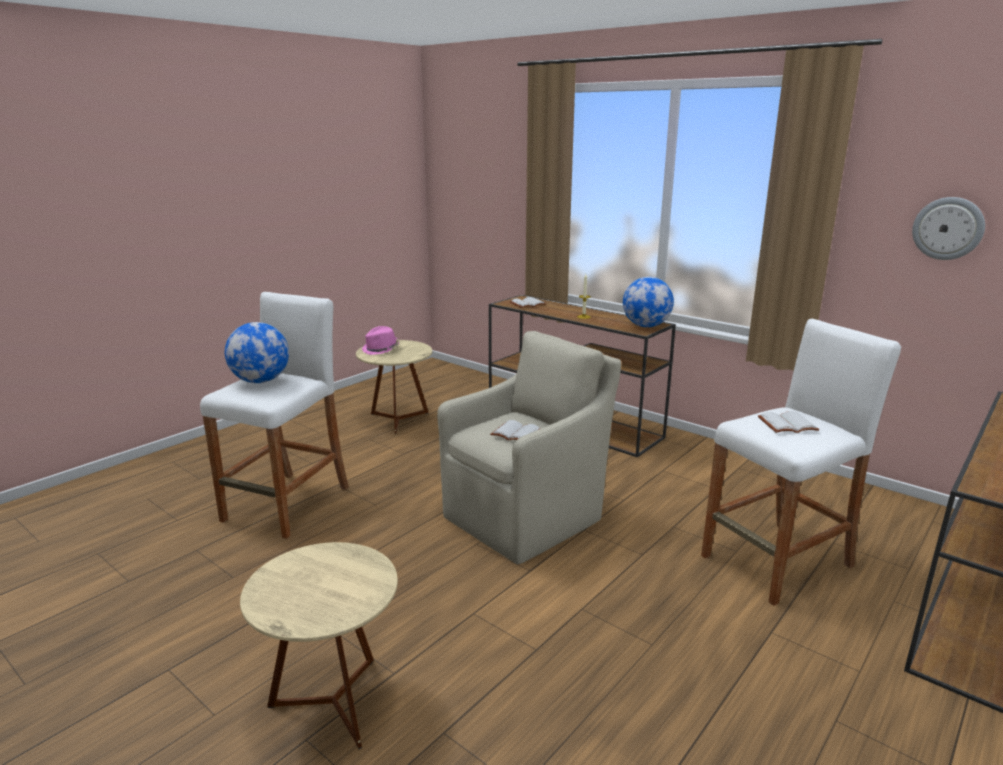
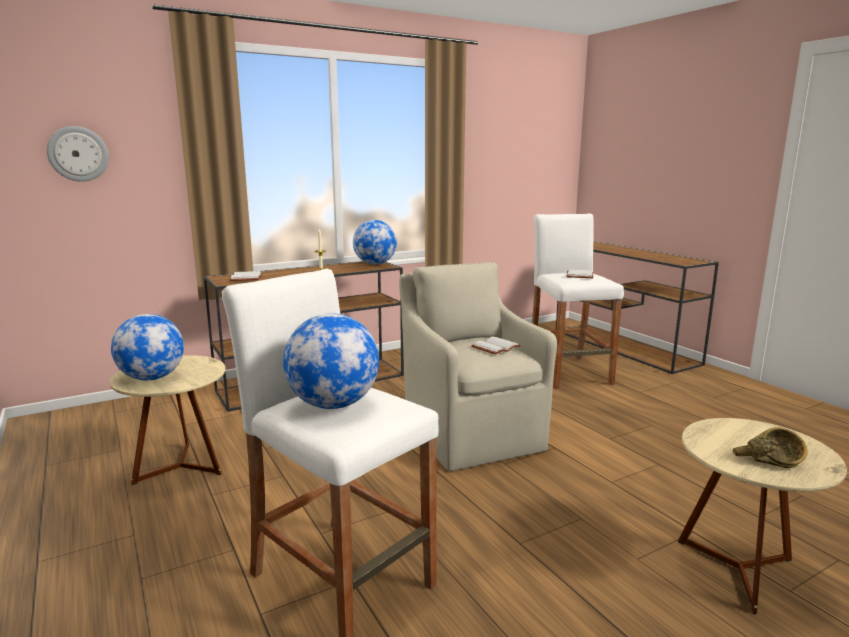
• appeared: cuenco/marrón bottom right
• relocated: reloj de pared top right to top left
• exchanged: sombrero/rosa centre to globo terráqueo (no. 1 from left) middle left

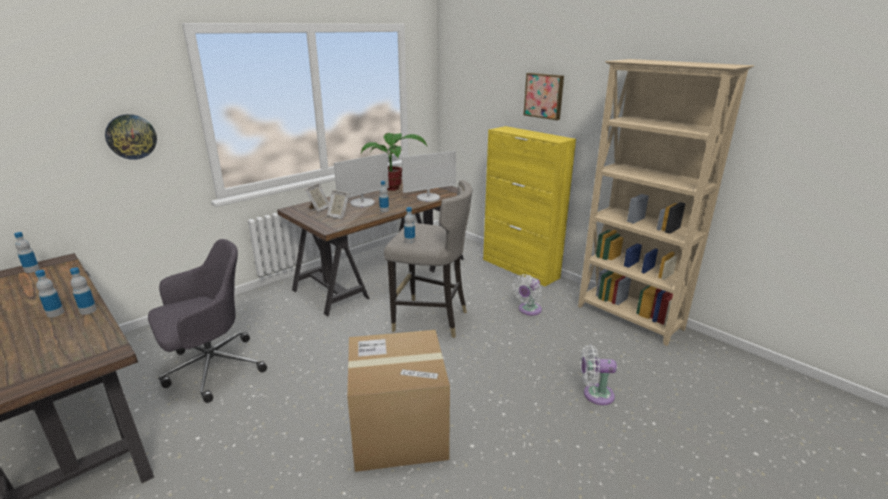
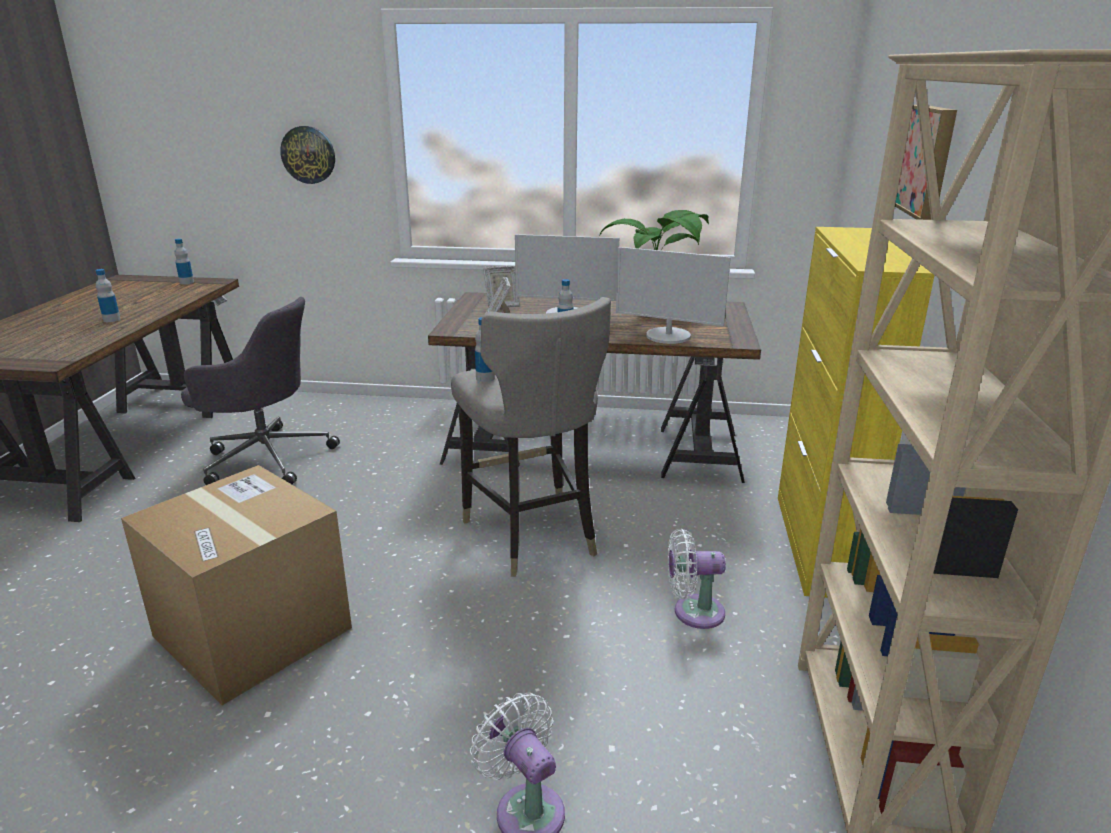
• missing: botella (no. 3 from left) middle left

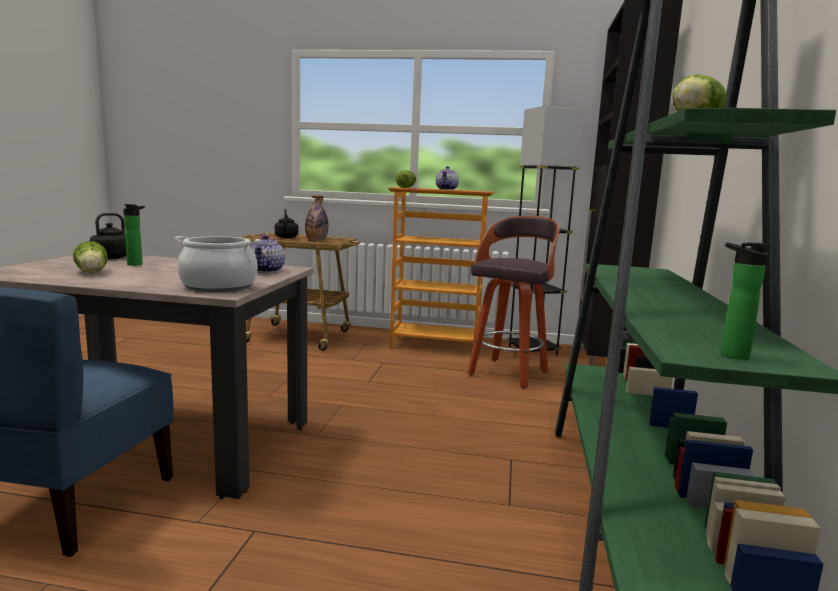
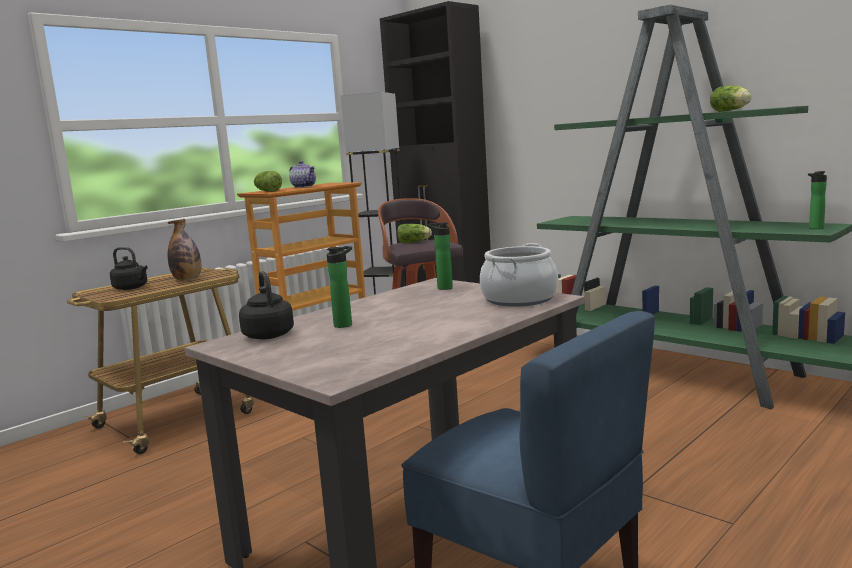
• relocated: lechuga (no. 1 from left in the first image) middle left to lechuga (no. 2 from left) centre
• exchanged: tetera (no. 1 from left) middle left to botella (no. 3 from left) centre

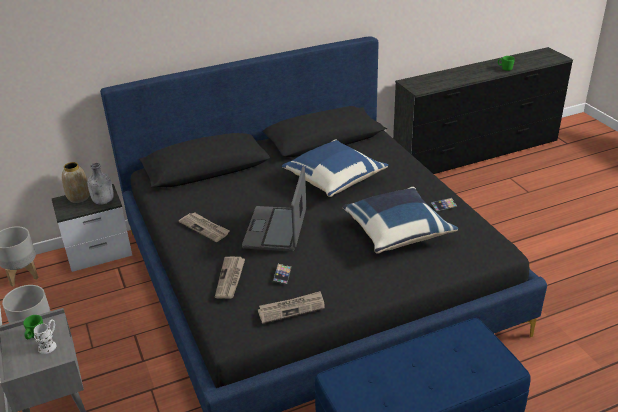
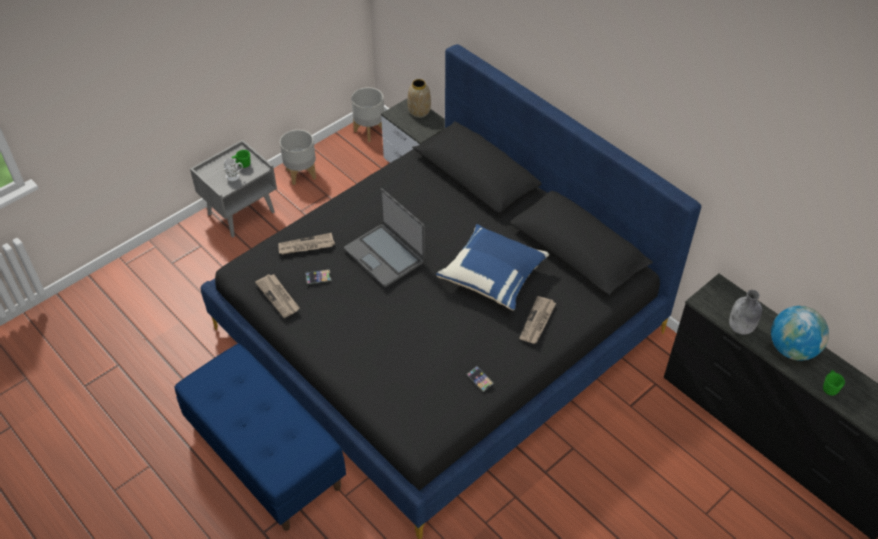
• missing: cojín/azul (no. 2 from left) centre
• appeared: globo terráqueo middle right
• relocated: botella/gris middle left to middle right
• relocated: periódico (no. 1 from left in the first image) middle left to periódico (no. 3 from left) centre
• spun: portátil centre = centre 120 degrees counterclockwise

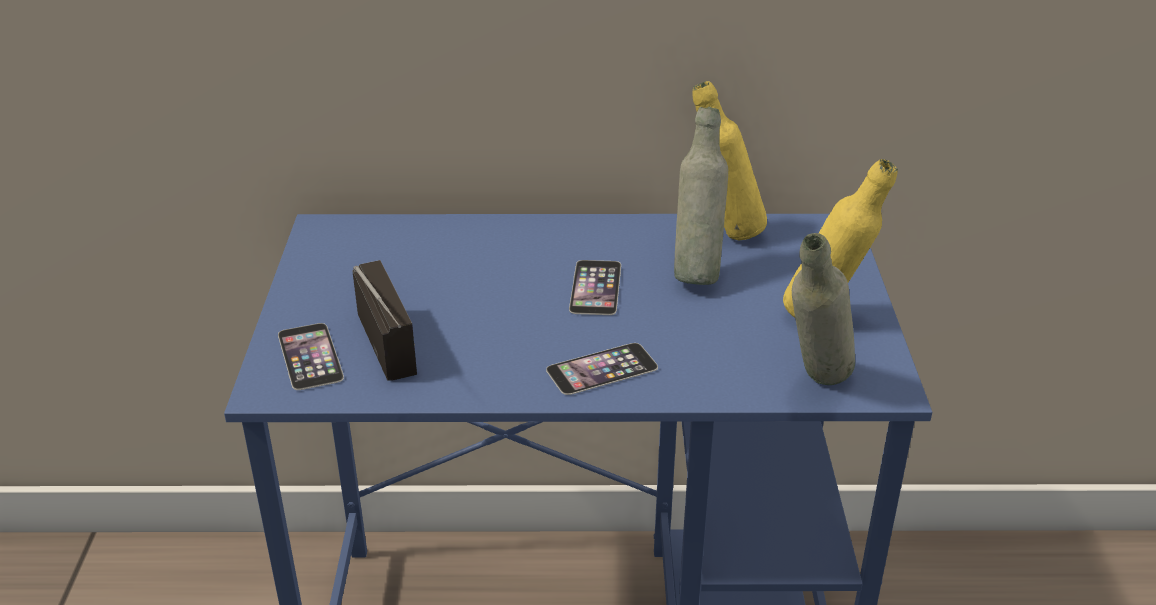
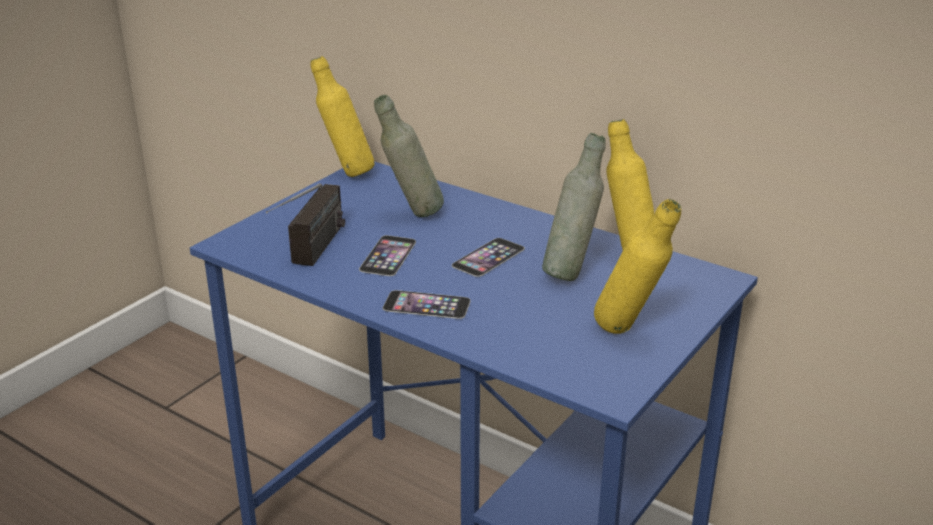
• appeared: botella/amarillo (no. 1 from left) top centre
• relocated: móvil (no. 1 from left) middle left to centre
• relocated: botella/gris (no. 2 from left in the first image) middle right to botella/gris (no. 1 from left) top centre

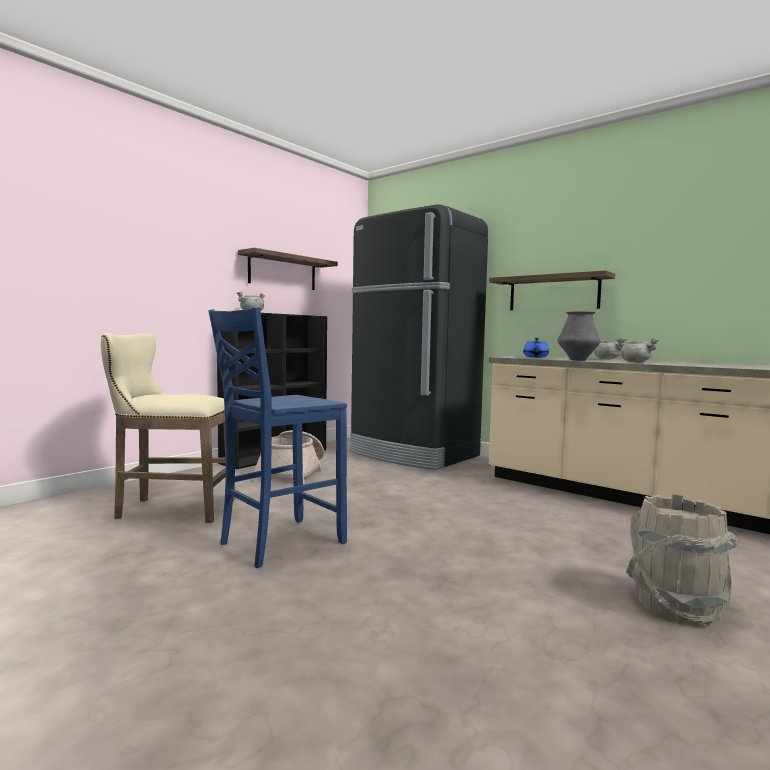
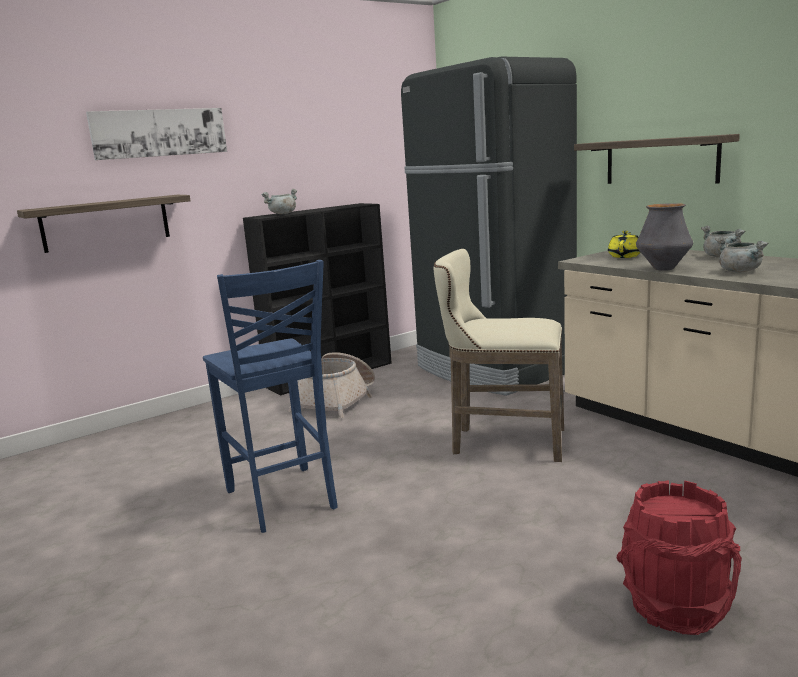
• appeared: cuadro top left
• relocated: taburete/beis middle left to centre
• relocated: estante (no. 1 from left) centre to top left
• colour: tetera/azul middle right to tetera/amarillo middle right
• colour: cubo/gris bottom right to cubo/rojo bottom right
• spun: silla/azul centre = centre 90 degrees counterclockwise

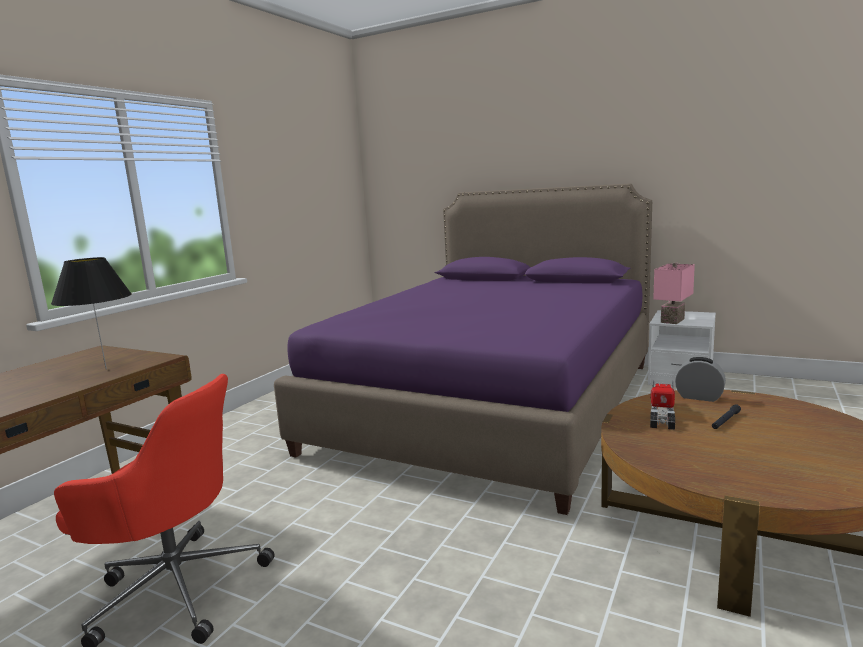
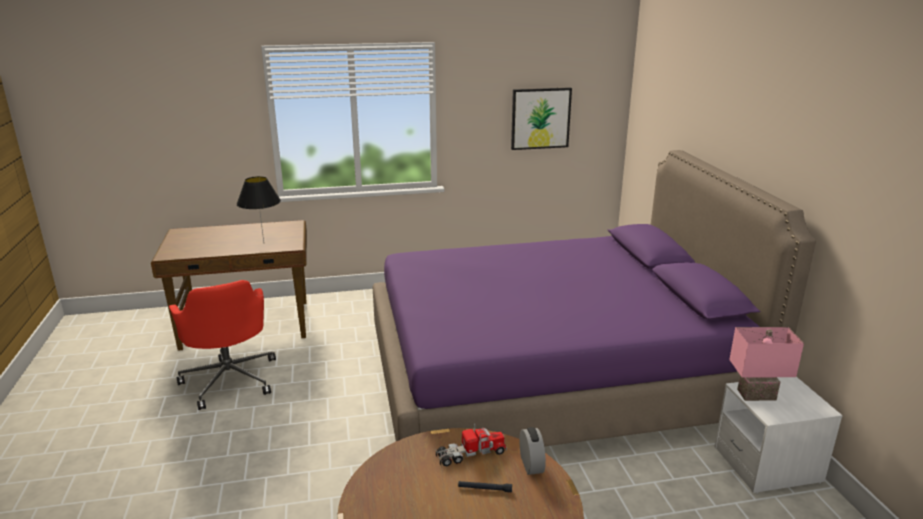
• appeared: cuadro top centre

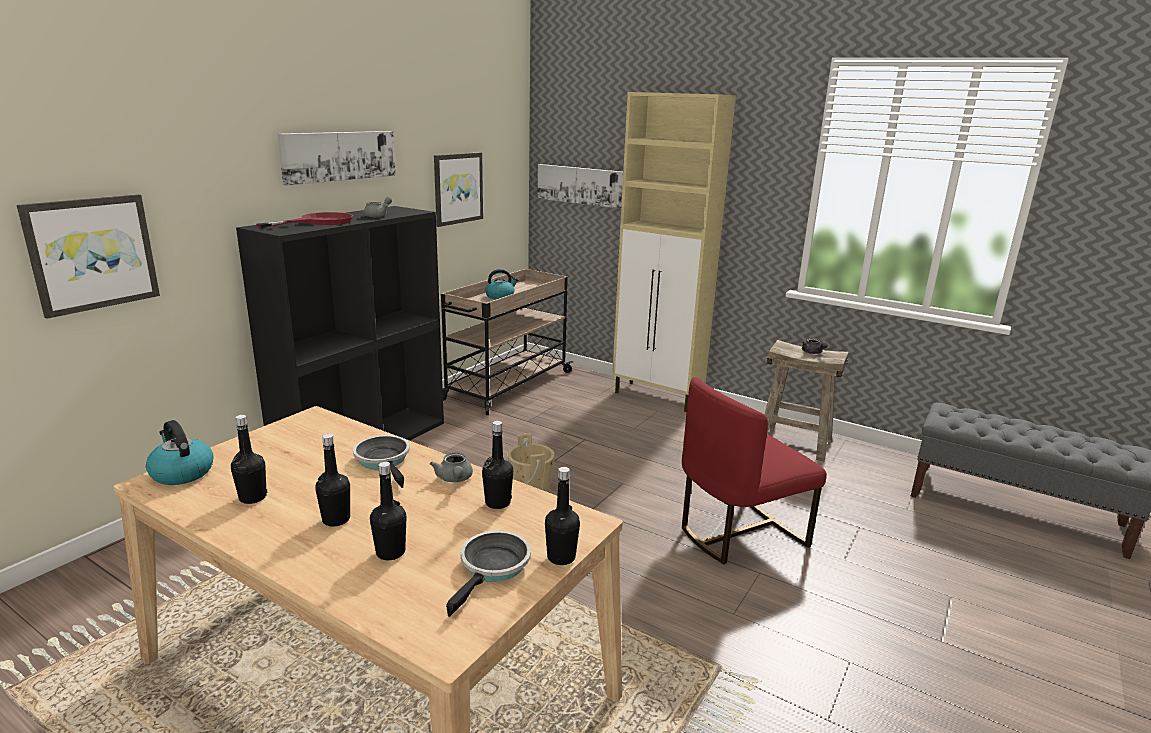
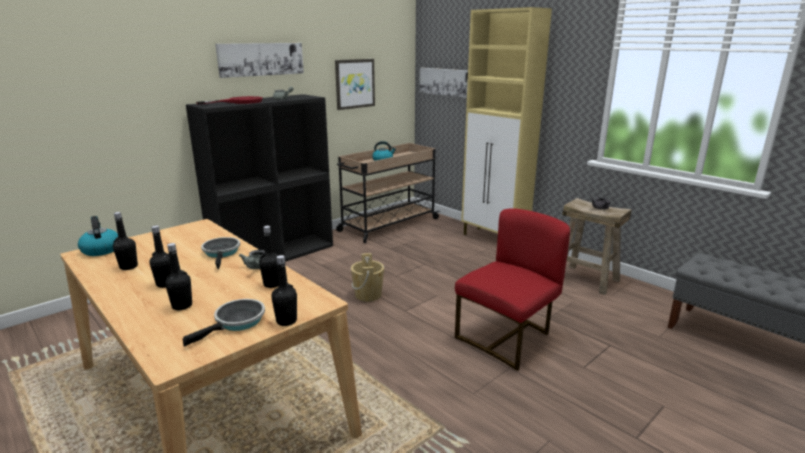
• missing: cuadro (no. 1 from left) middle left
• spun: silla/rojo centre = centre 150 degrees clockwise

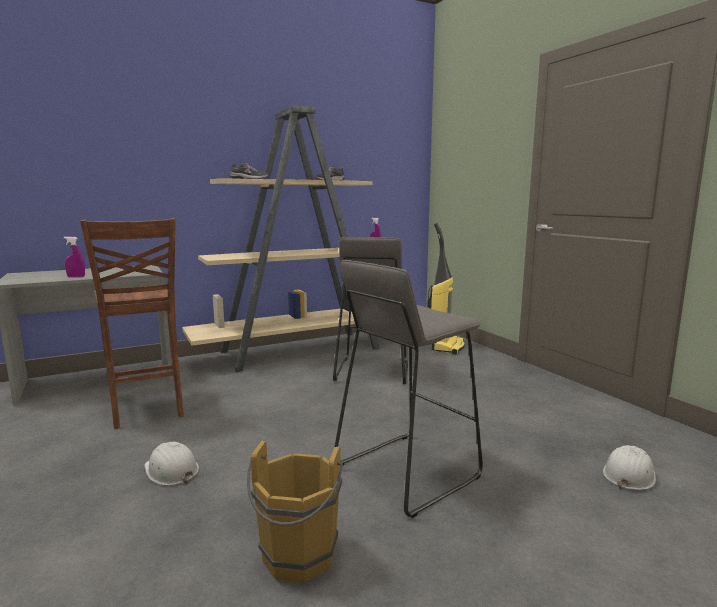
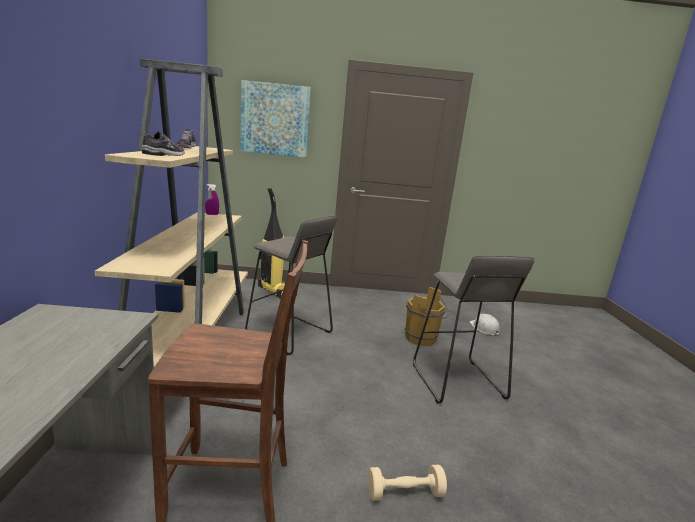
• missing: pulverizador/morado (no. 1 from left) middle left
• appeared: cuadro top centre
• relocated: cubo/marrón bottom centre to centre
• exchanged: casco/blanco (no. 1 from left) bottom left to mancuerna/beis bottom centre

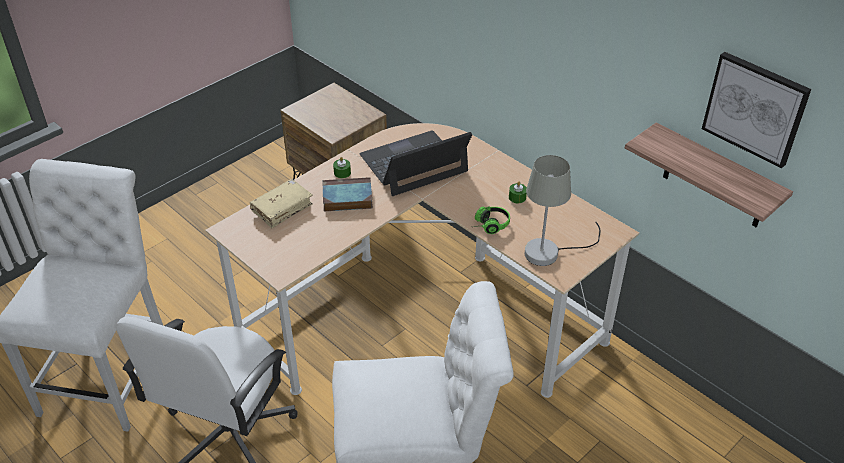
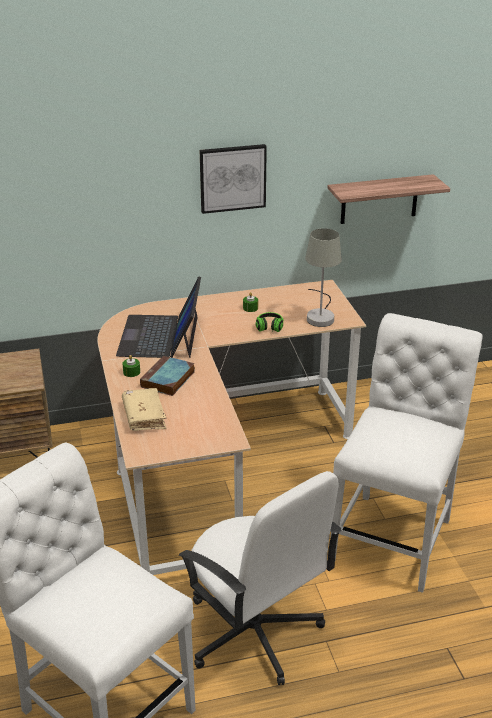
• relocated: cuadro top right to top centre

